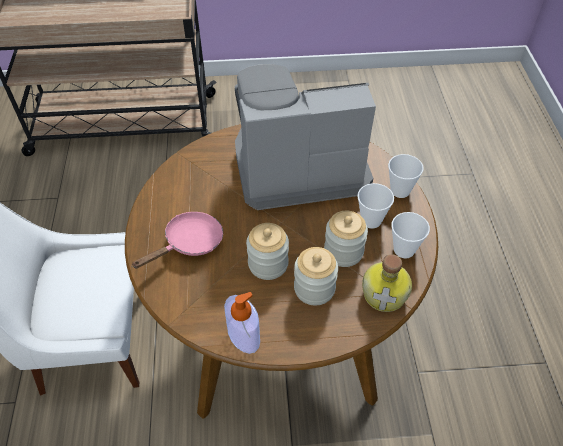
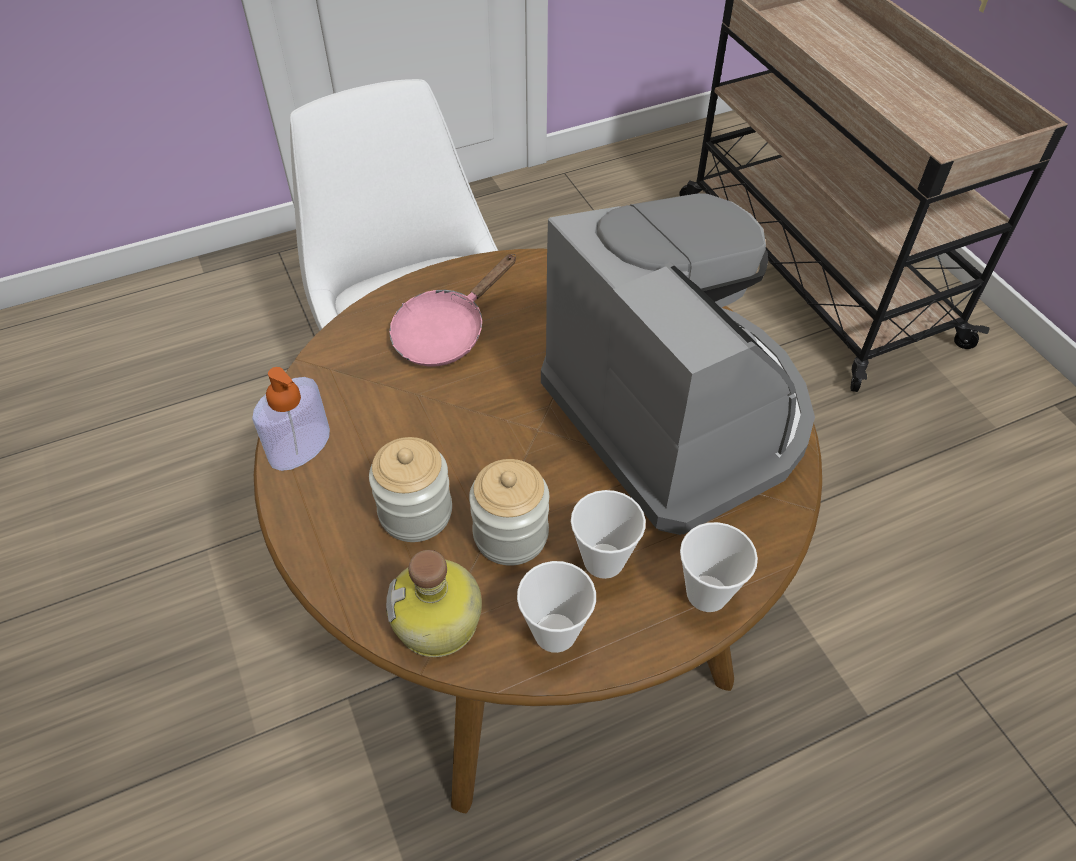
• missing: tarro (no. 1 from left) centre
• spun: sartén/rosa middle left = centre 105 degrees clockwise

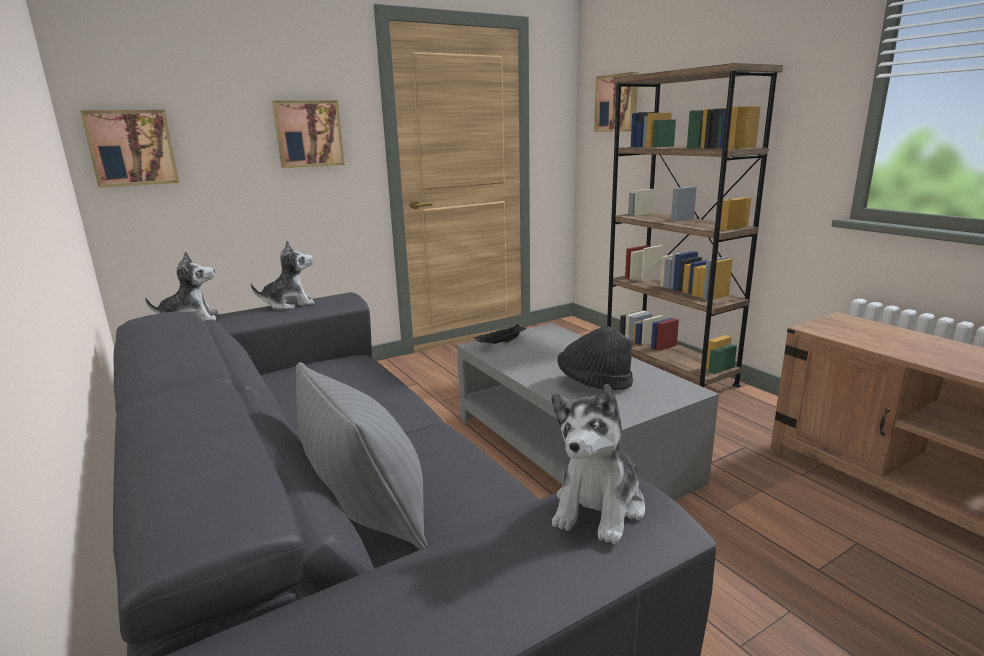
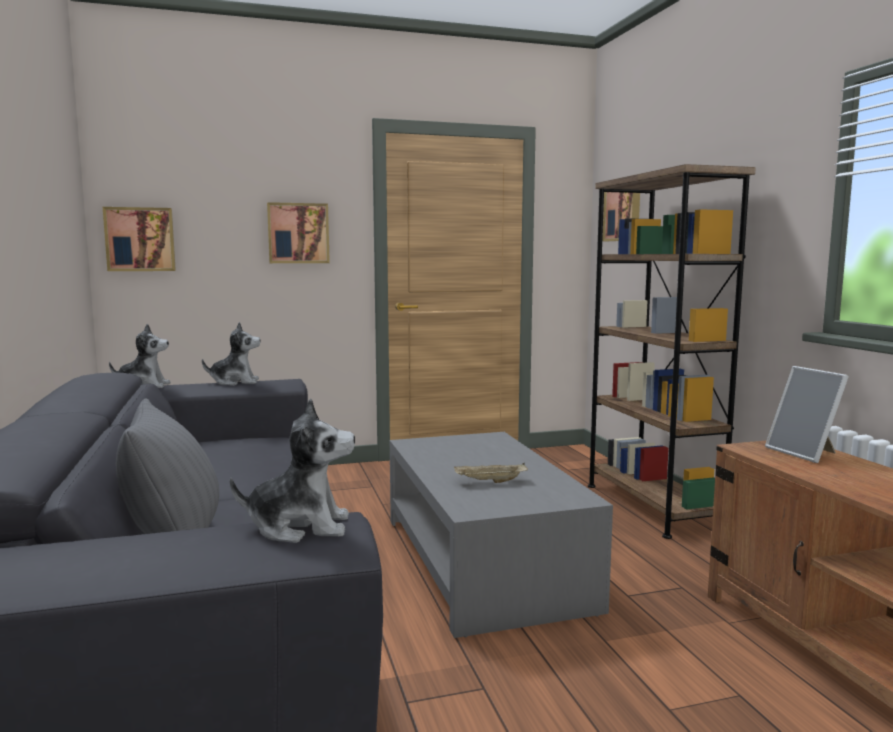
• missing: bandeja/negro centre
• appeared: portarretratos middle right
• exchanged: sombrero/negro centre to bandeja/beis centre
• spun: peluche (no. 3 from left) bottom centre = middle left 135 degrees counterclockwise

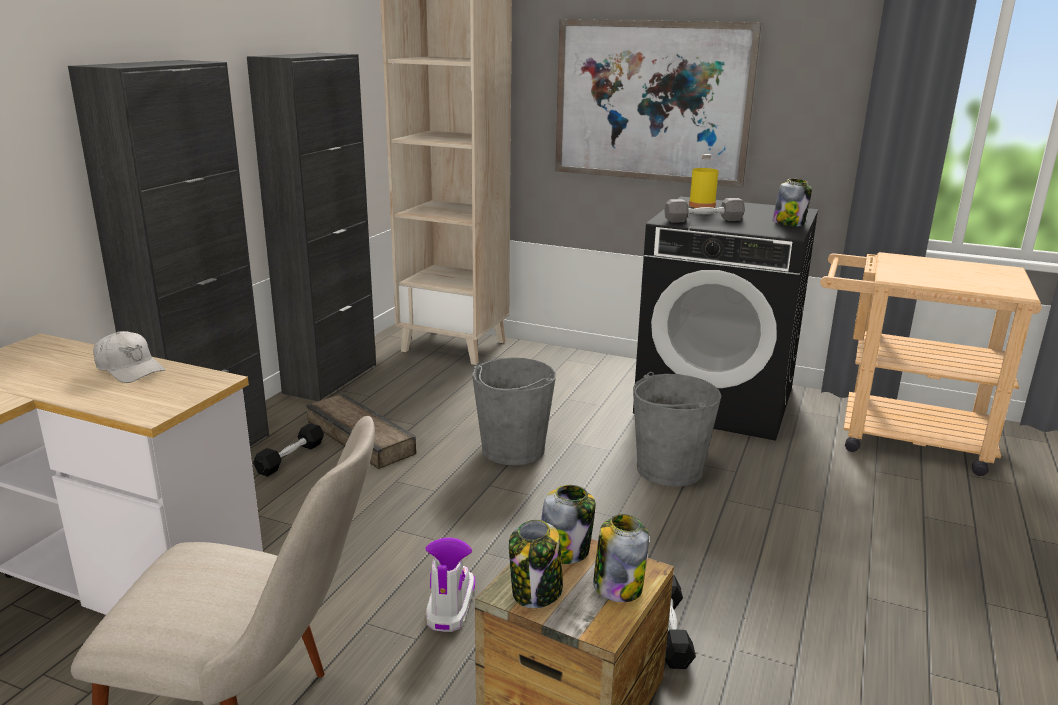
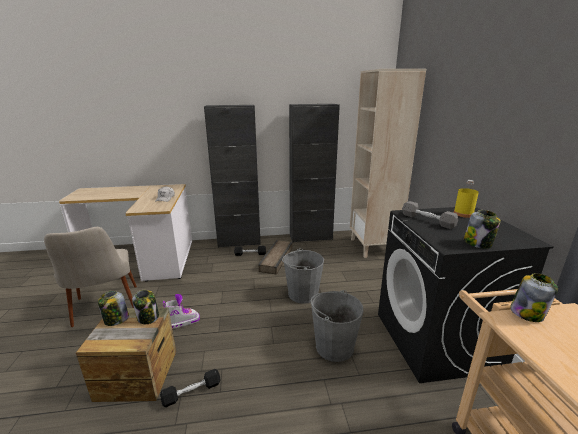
• missing: cuadro top centre
• relocated: tarro (no. 3 from left in the first image) bottom centre to tarro (no. 4 from left) bottom right

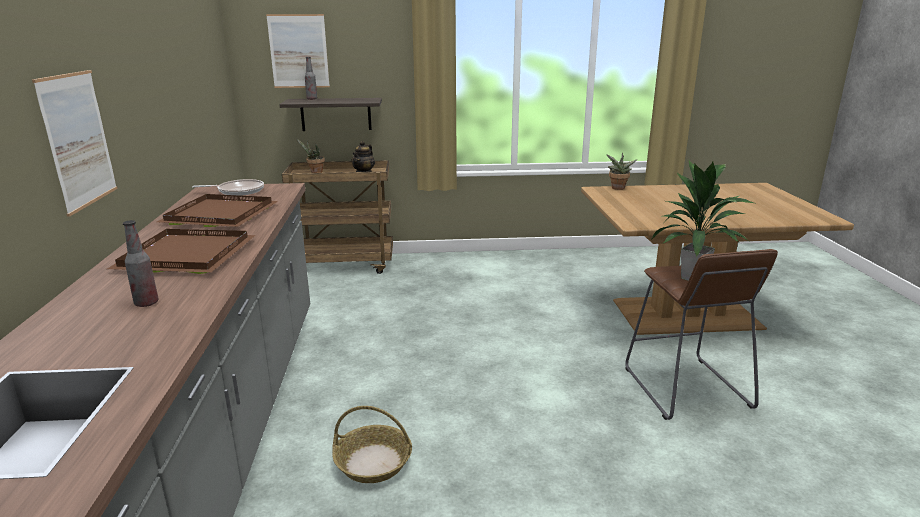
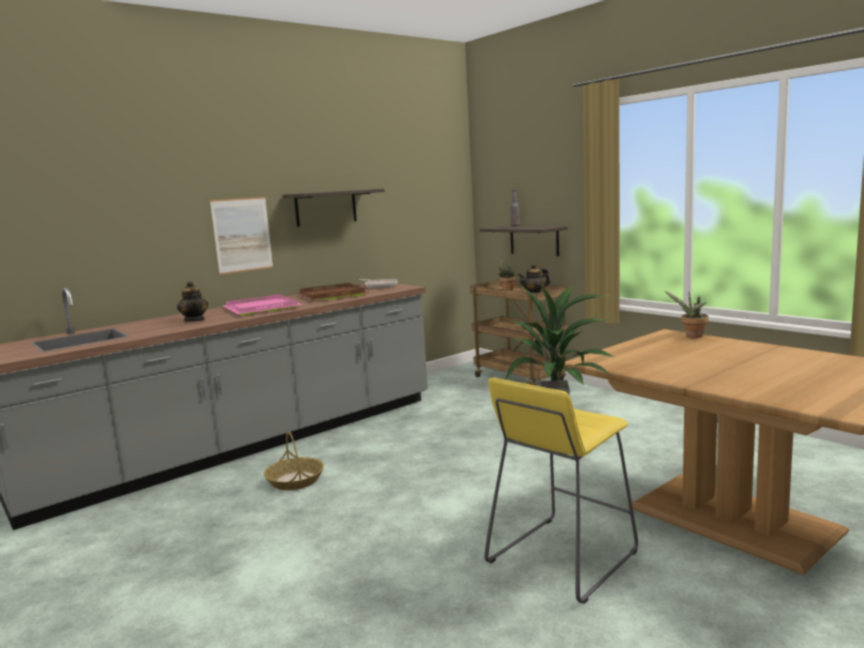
• missing: cuadro (no. 2 from left) top left
• appeared: estante (no. 1 from left) top centre
• exchanged: botella (no. 1 from left) middle left to tetera (no. 1 from left) middle left
• colour: bandeja/marrón (no. 1 from left) middle left to bandeja/rosa middle left
• colour: taburete/marrón middle right to taburete/amarillo bottom centre

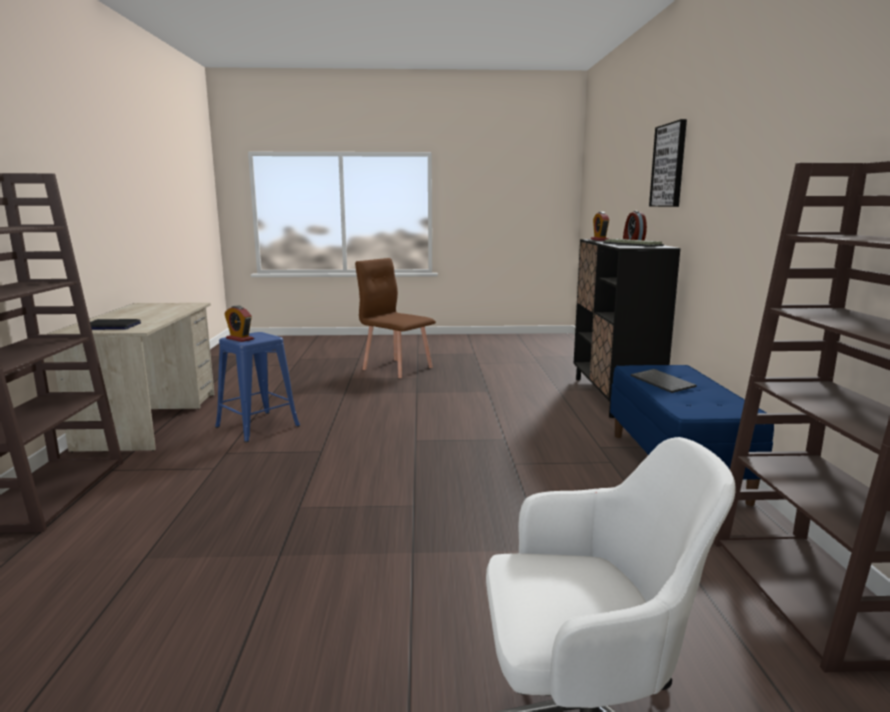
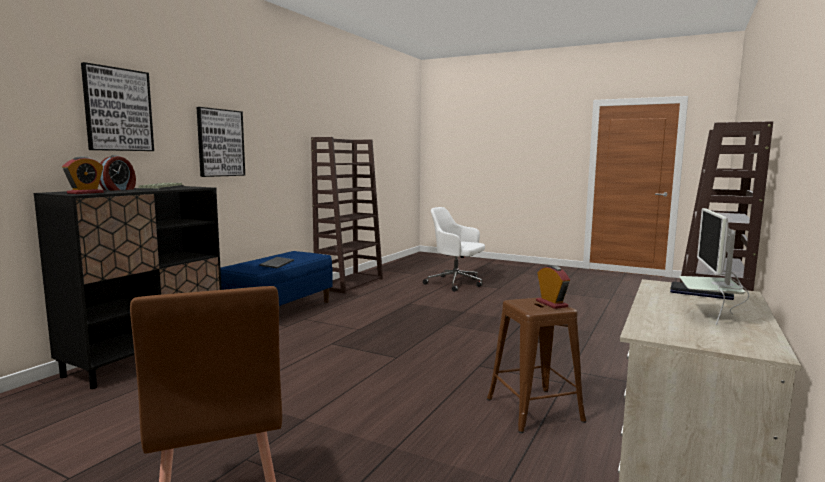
• appeared: cuadro (no. 2 from left) top left
• appeared: monitor middle right
• colour: taburete/azul middle left to taburete/marrón bottom centre

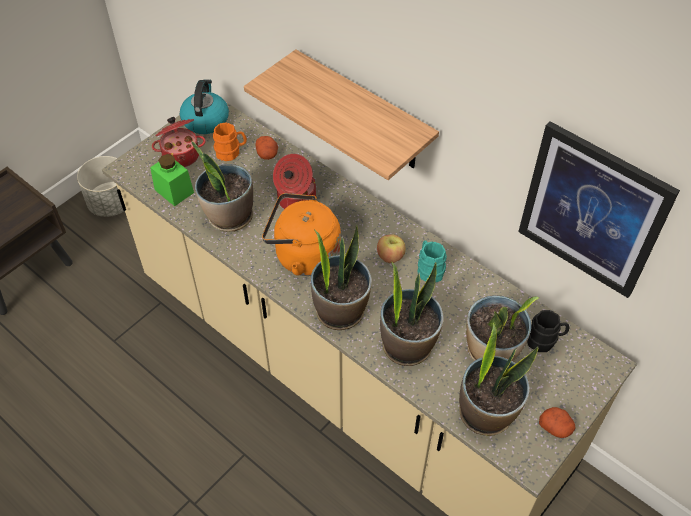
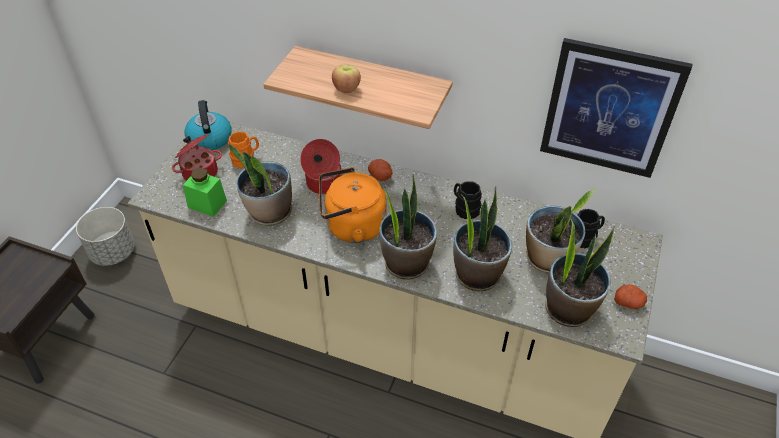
• relocated: patata (no. 1 from left) top centre to centre
• relocated: manzana centre to top centre
• colour: taza grande/turquesa centre to taza grande/negro (no. 1 from left) centre

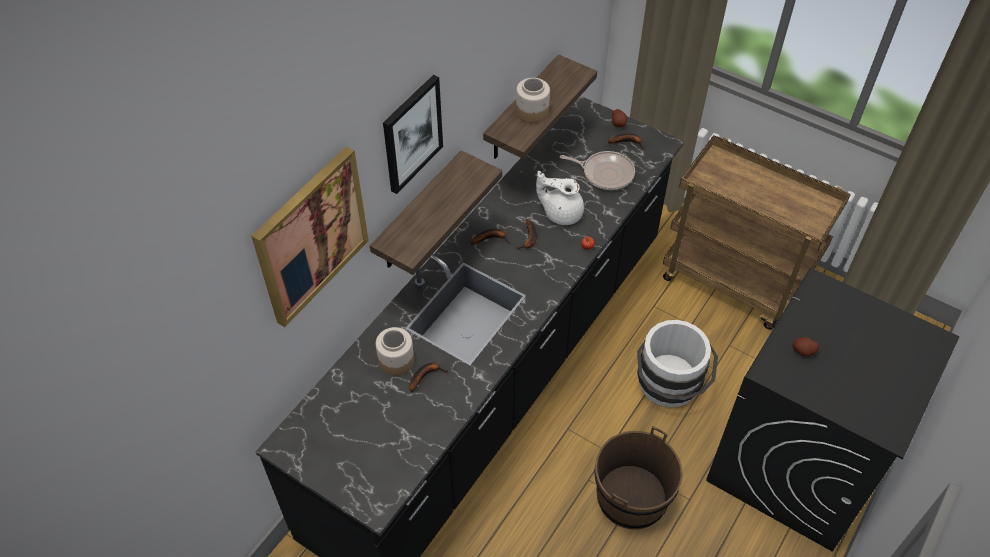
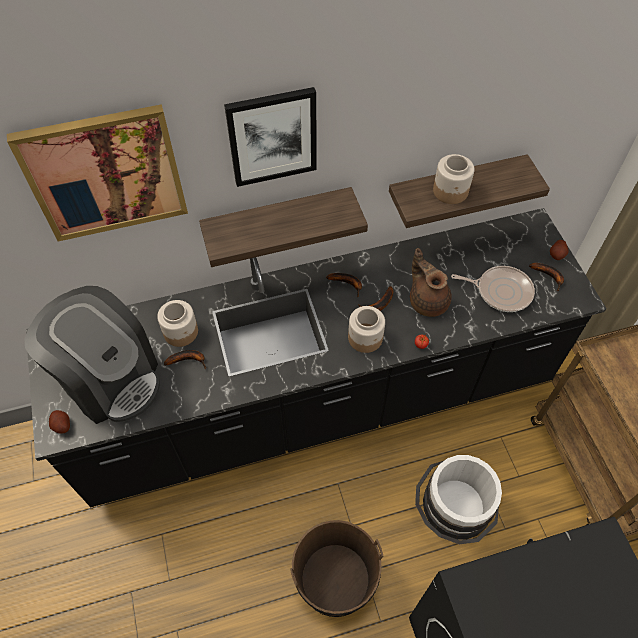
• appeared: cafetera middle left
• appeared: tarro (no. 2 from left) centre
• relocated: patata (no. 2 from left in the first image) middle right to patata (no. 1 from left) middle left
• colour: tetera/blanco centre to tetera/marrón middle right
• spun: sartén top centre = middle right 45 degrees counterclockwise

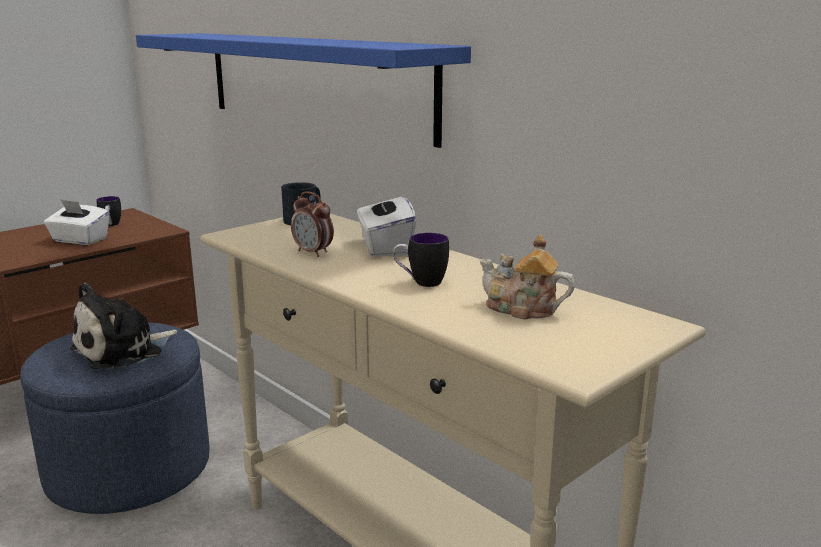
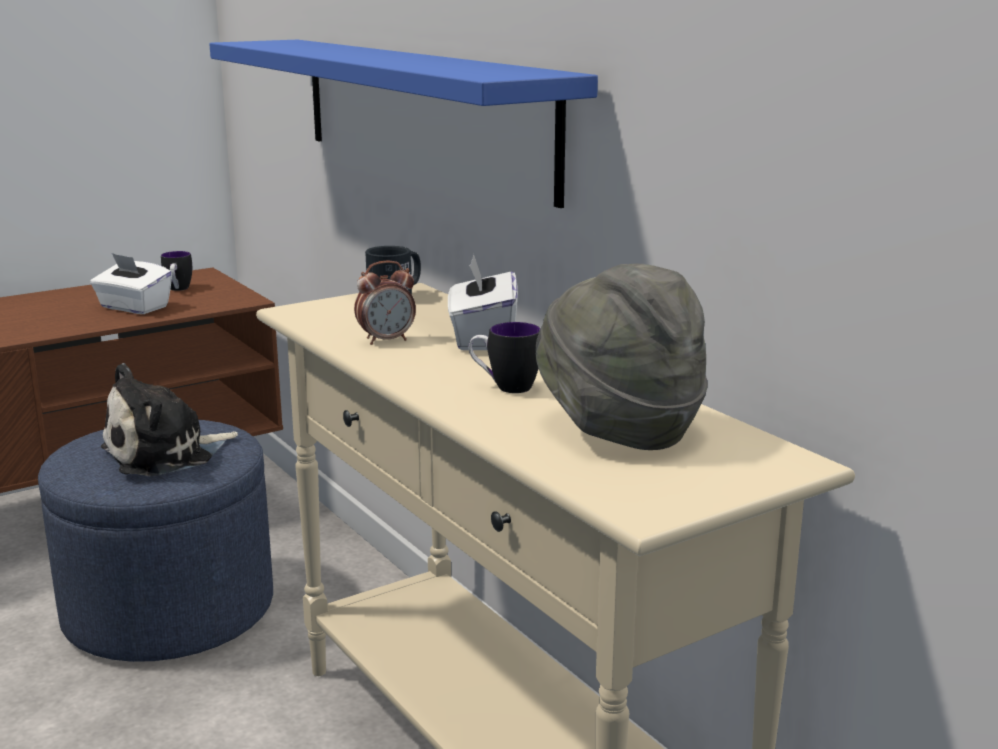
• exchanged: tetera centre to sombrero/gris centre
• spun: despertador centre = centre 75 degrees counterclockwise

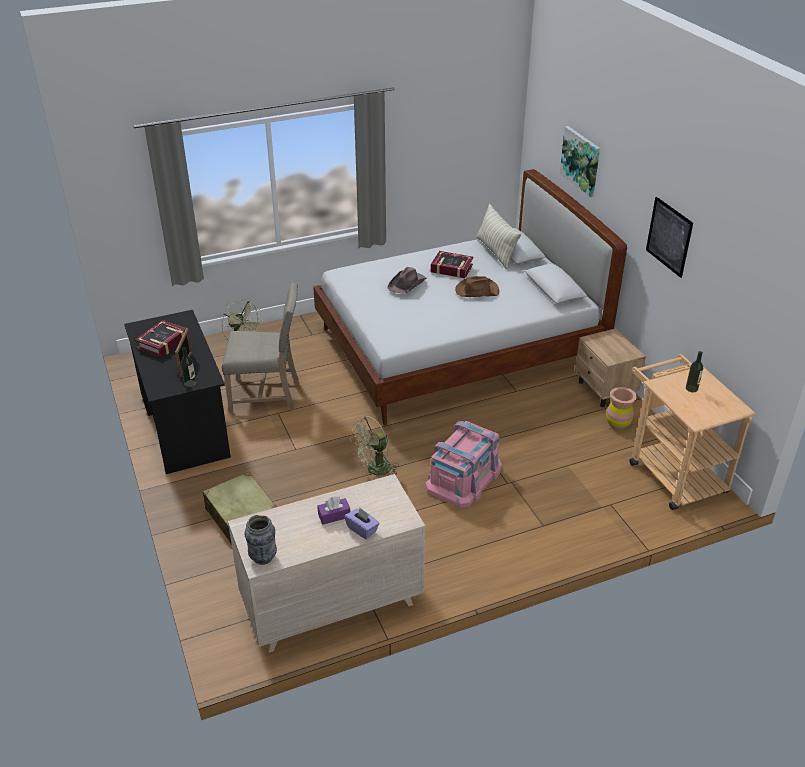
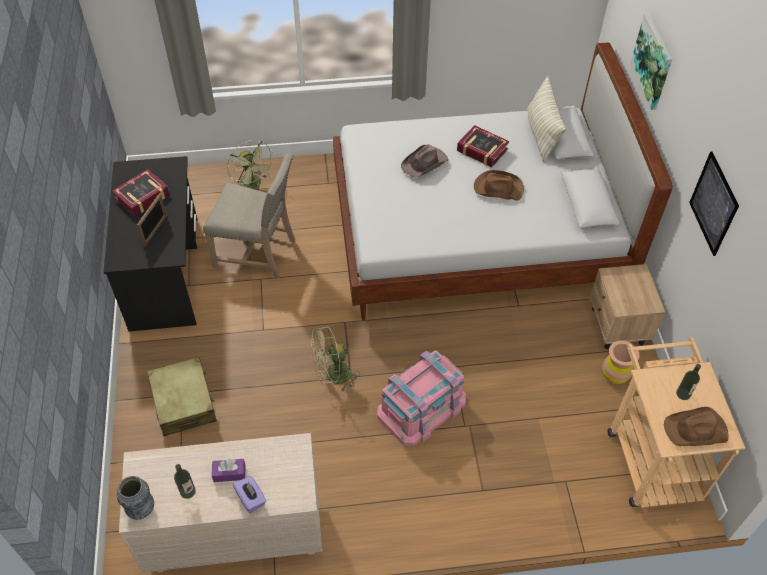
• appeared: sombrero/marrón (no. 3 from left) bottom right
• relocated: botella (no. 1 from left) middle left to bottom left

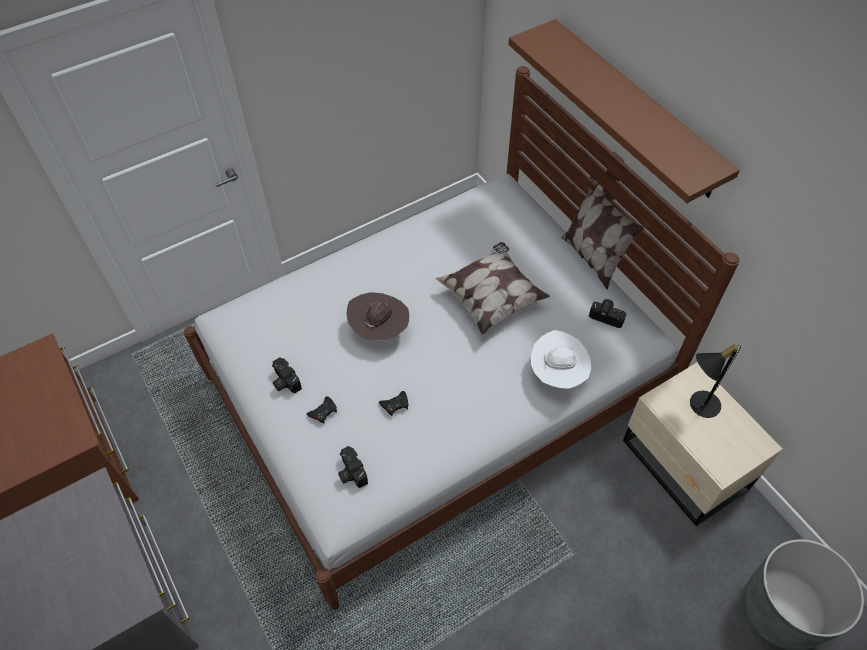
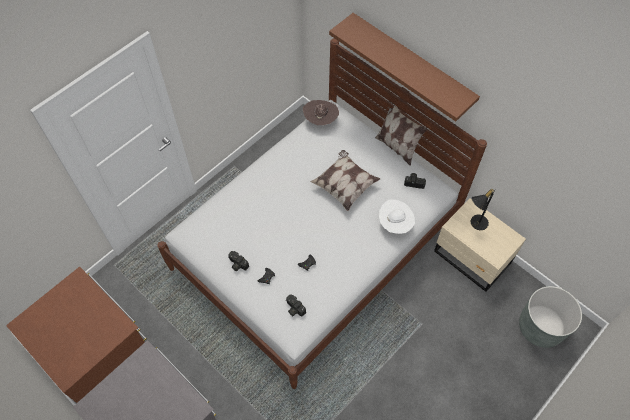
• relocated: sombrero/marrón centre to top centre

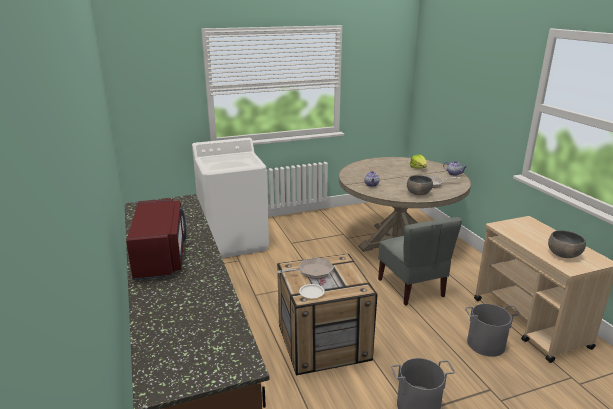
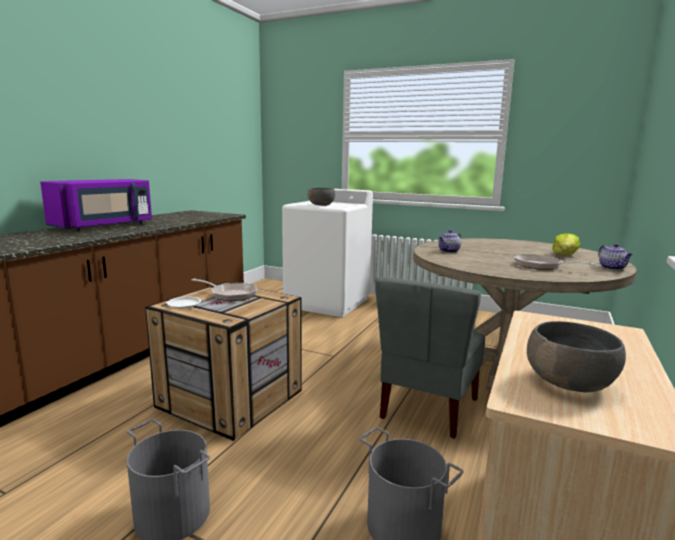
• relocated: cuenco/gris (no. 1 from left) middle right to centre
• colour: microondas/rojo middle left to microondas/morado middle left

